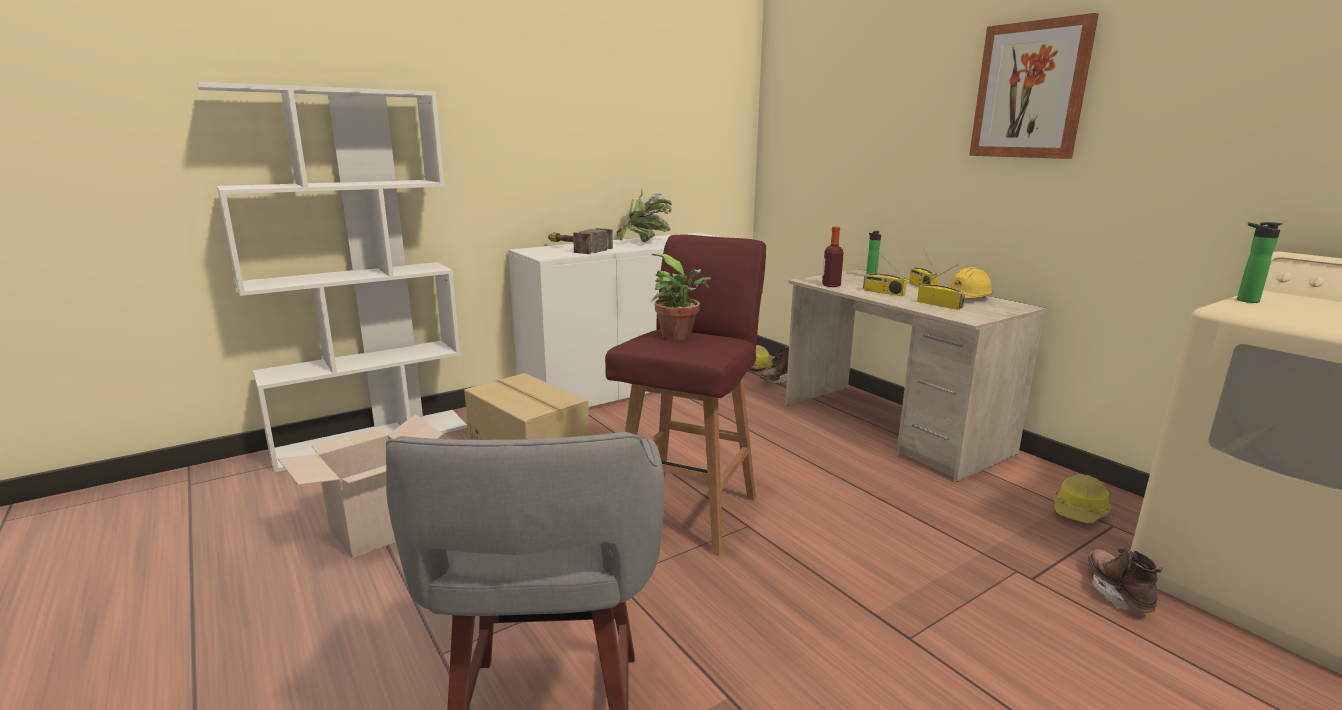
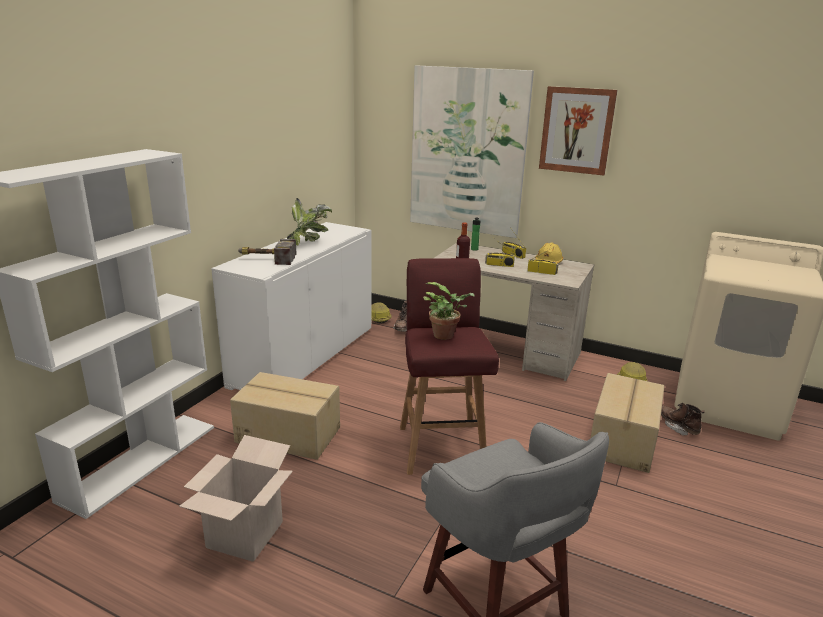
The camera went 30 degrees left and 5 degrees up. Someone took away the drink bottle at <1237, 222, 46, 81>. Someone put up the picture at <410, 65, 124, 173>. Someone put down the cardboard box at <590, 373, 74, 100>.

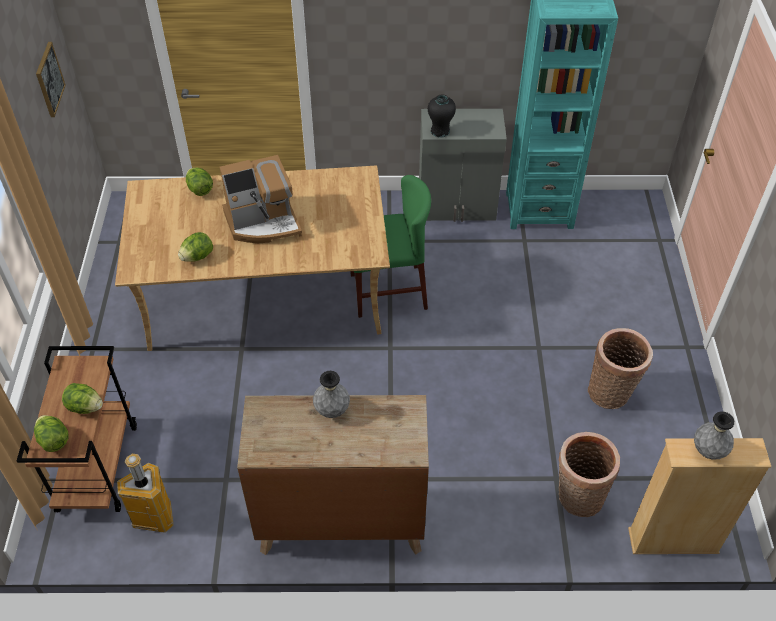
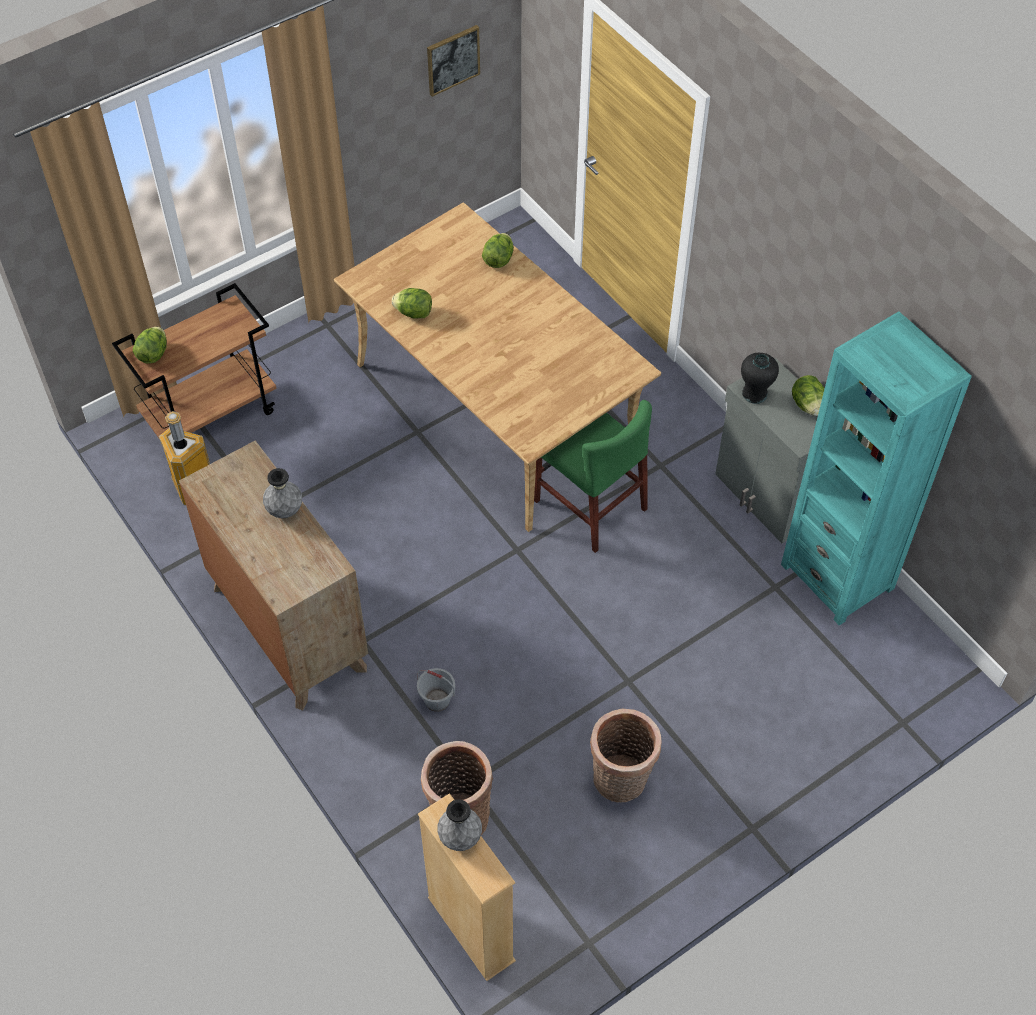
The camera went 55 degrees right and 5 degrees up. Someone carried the lettuce head from <62, 383, 41, 31> to <792, 375, 32, 41>. Someone took away the coffee machine at <220, 155, 82, 88>. Someone put down the greyish water bucket at <417, 668, 38, 44>.

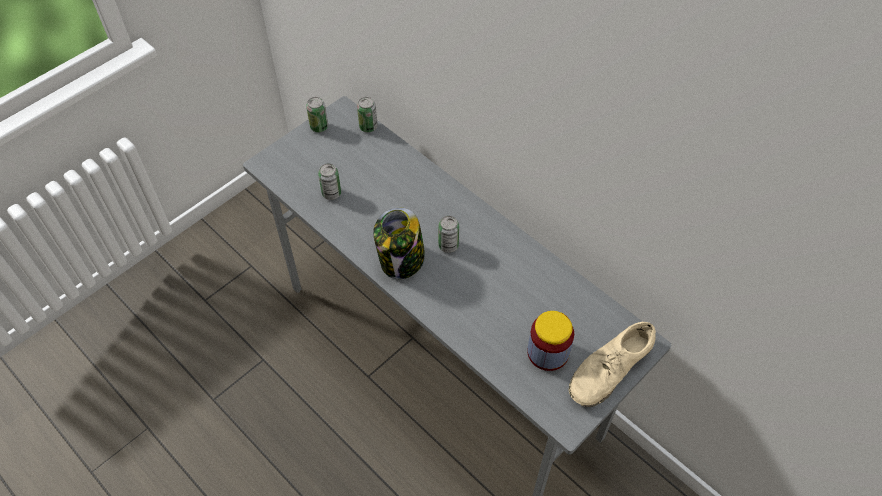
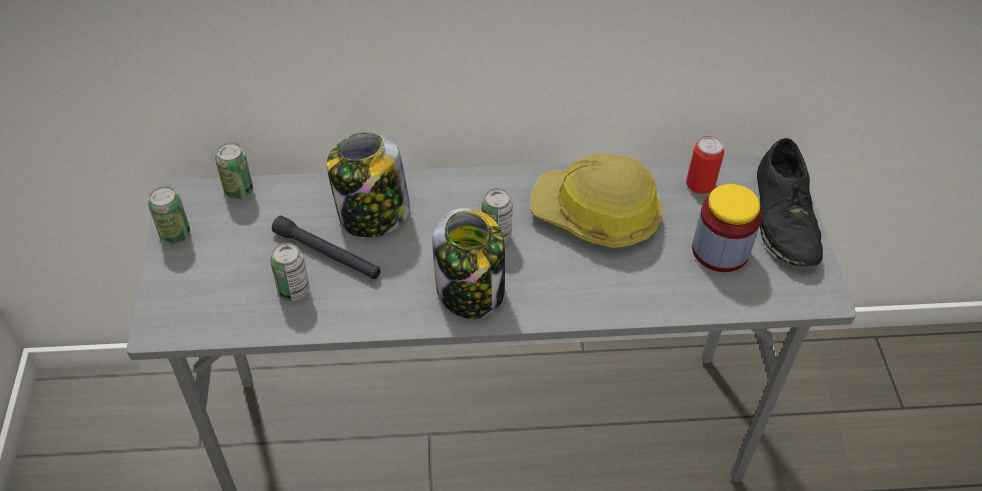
The camera went 50 degrees left and 5 degrees down. Someone repainted the beige shoe at <568, 322, 88, 85>, which became the blackish shoe at <757, 138, 66, 128>. Someone put down the blackish torch at <272, 216, 109, 63>. Someone put down the storage jar at <327, 132, 83, 106>. Someone put down the hard hat at <529, 153, 134, 95>. Someone put down the can at <686, 136, 38, 58>.

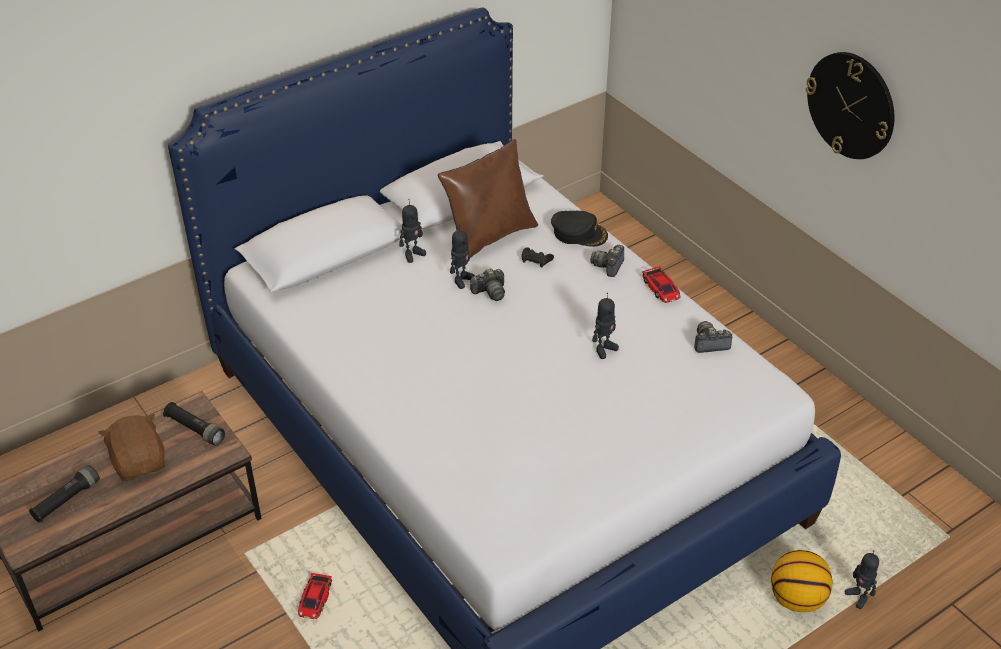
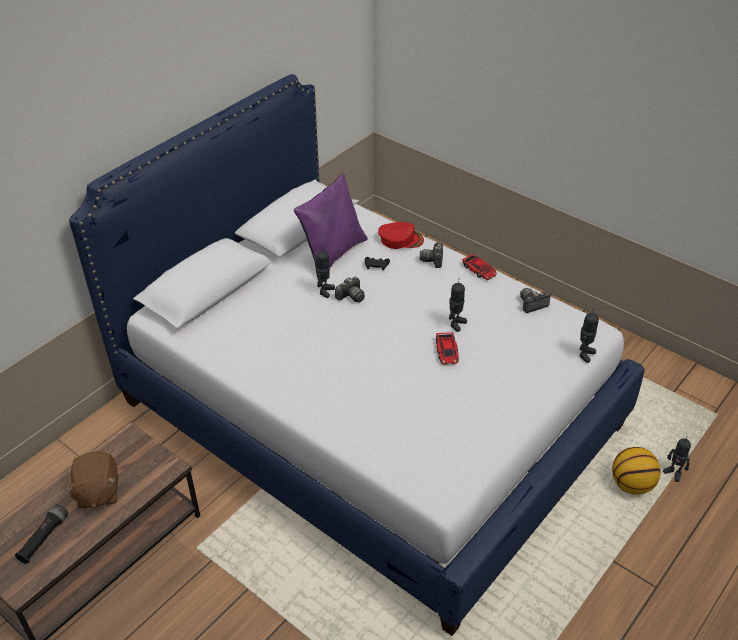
The camera went 15 degrees left and 0 degrees up. Someone rotated the brown soft toy at <98, 413, 67, 68> by 150 degrees counterclockwise. Someone took away the blackish torch at <163, 402, 62, 44>. Someone carried the model car from <298, 573, 34, 46> to <436, 332, 23, 33>. Someone carried the robot figure from <399, 199, 27, 64> to <580, 310, 19, 53>. Someone repainted the brown cushion at <438, 139, 100, 119>, which became the purplish cushion at <294, 173, 74, 94>. Someone repainted the blackish baseball cap at <551, 211, 57, 36>, which became the red baseball cap at <378, 222, 46, 27>. Someone took away the clock on the wall at <806, 52, 88, 107>.

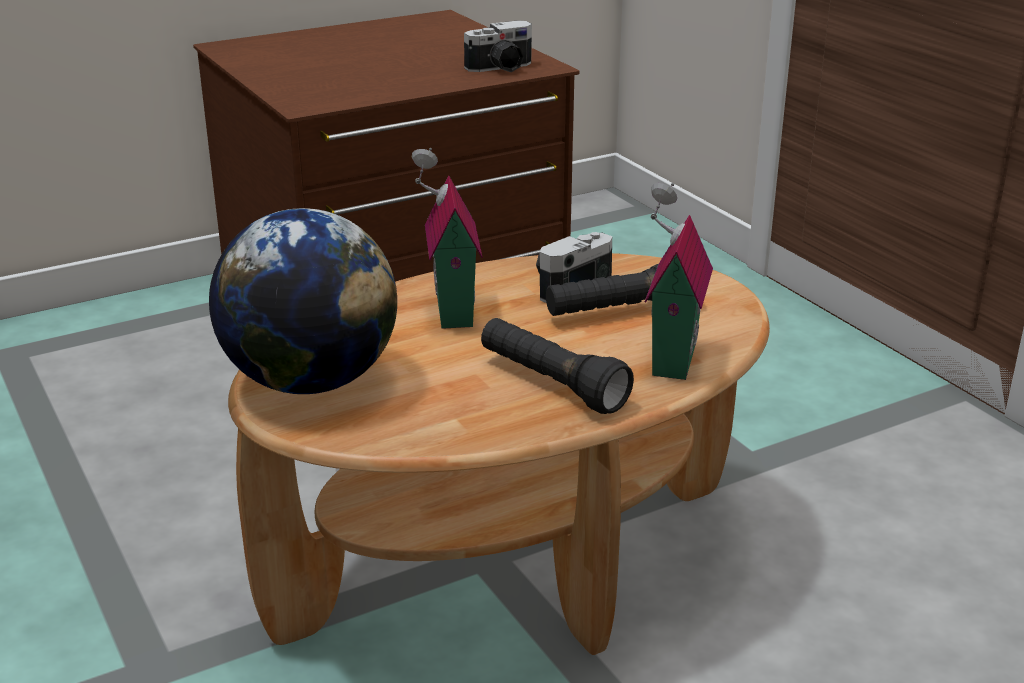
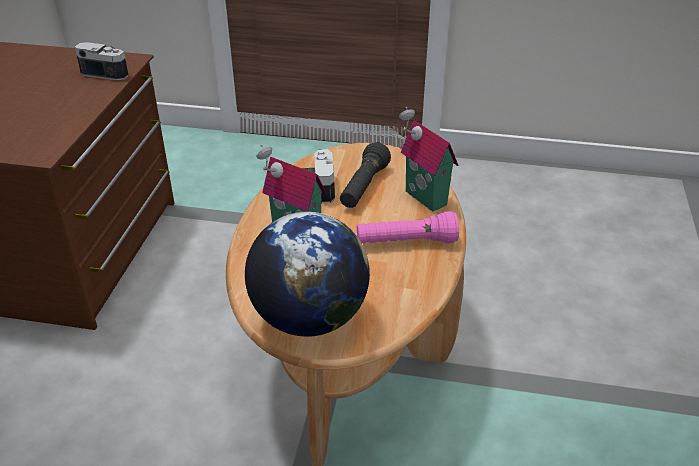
The camera went 50 degrees left and 10 degrees up. Someone rotated the still camera at <464, 20, 68, 52> by 90 degrees counterclockwise. Someone repainted the blackish torch at <481, 318, 153, 96>, which became the pinkish torch at <357, 211, 102, 33>.

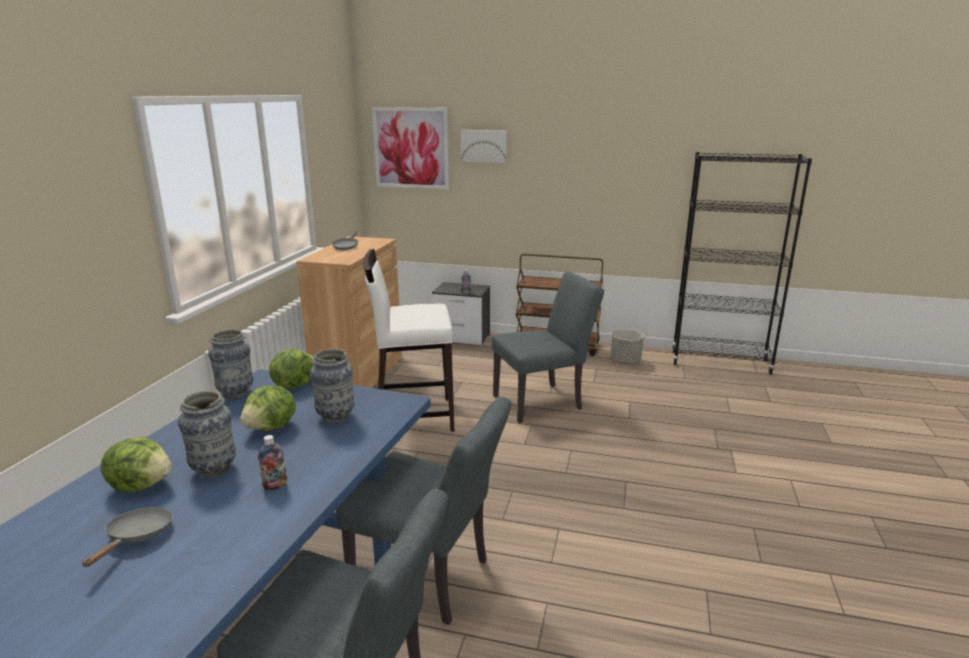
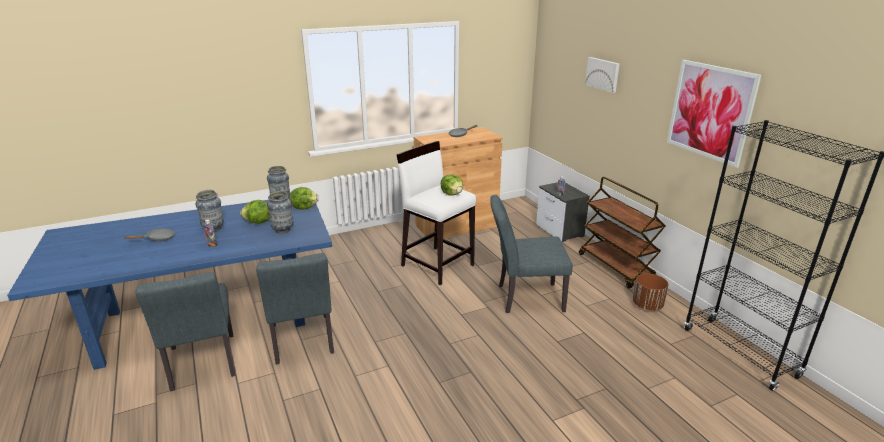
The camera went 50 degrees right and 5 degrees up. Someone carried the lettuce head from <100, 437, 72, 55> to <441, 174, 22, 22>. Someone carried the picture from <372, 107, 77, 82> to <667, 60, 95, 108>. Someone rotated the greyish upright chair at <492, 271, 112, 152> by 150 degrees clockwise. Someone repainted the greyish plant pot at <610, 329, 34, 35>, which became the brown plant pot at <633, 273, 36, 37>.

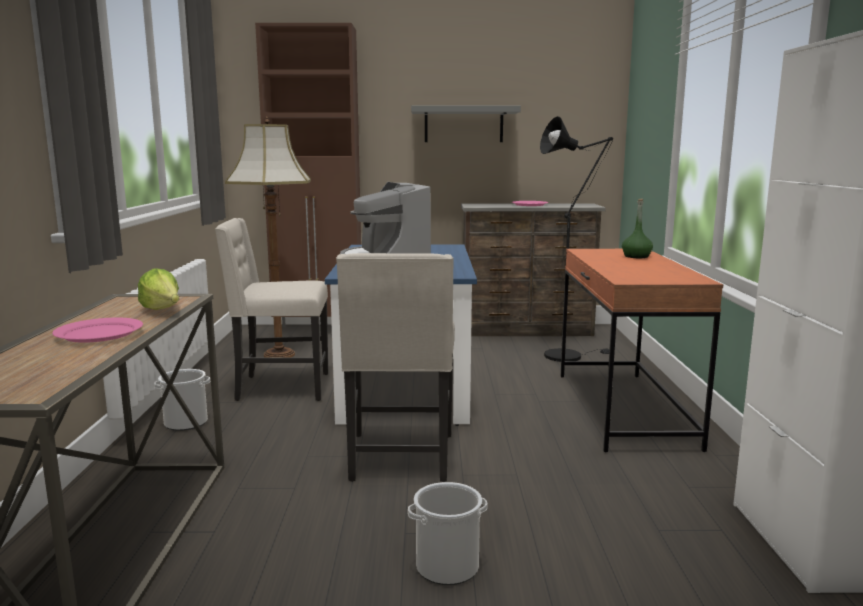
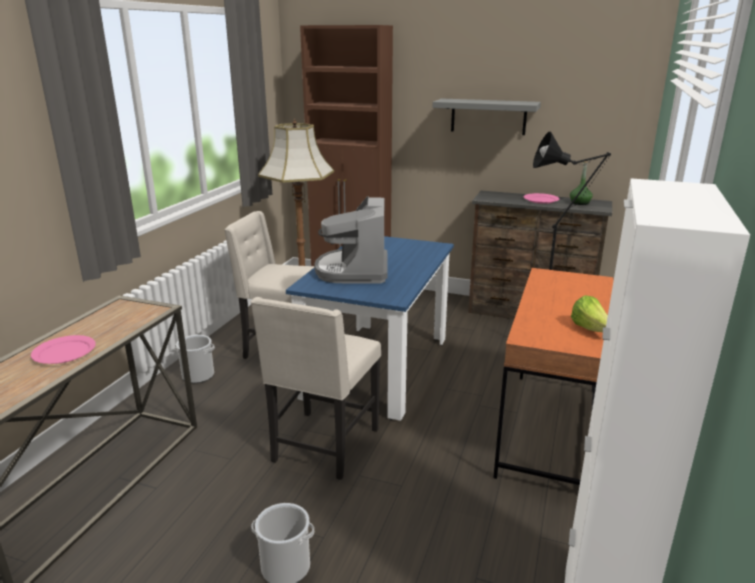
The camera went 20 degrees right and 10 degrees up. Someone carried the lettuce head from <138, 268, 41, 42> to <571, 295, 37, 37>. Someone carried the greenish drink bottle from <622, 199, 31, 59> to <570, 161, 23, 44>.

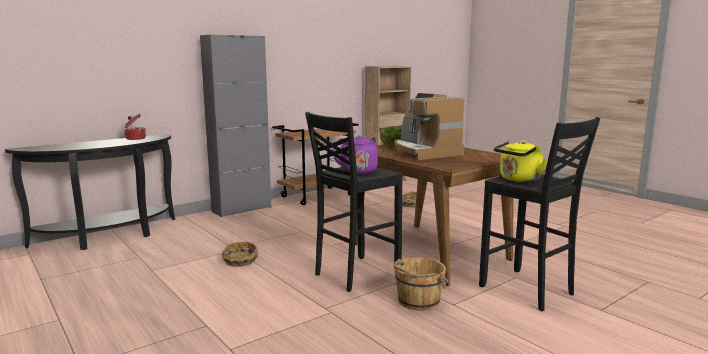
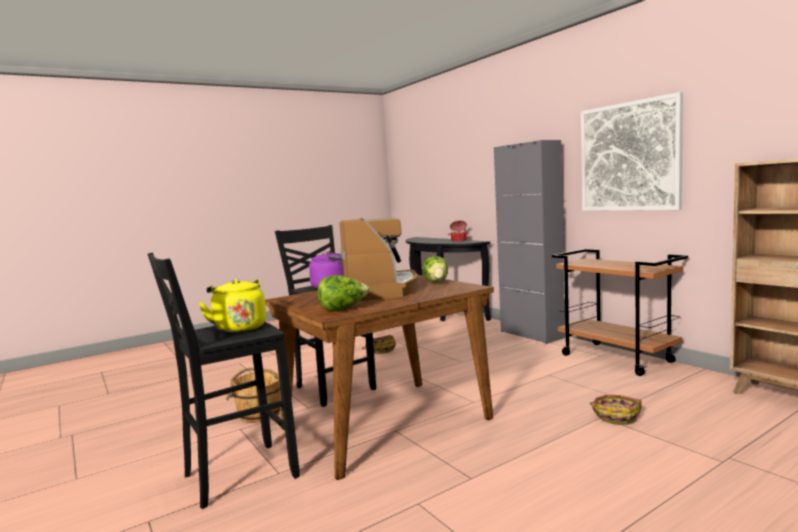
The camera went 95 degrees right and 5 degrees down. Someone rotated the coffee machine at <395, 93, 69, 67> by 105 degrees clockwise. Someone put down the lettuce head at <317, 275, 53, 36>. Someone put up the picture at <581, 92, 102, 119>.

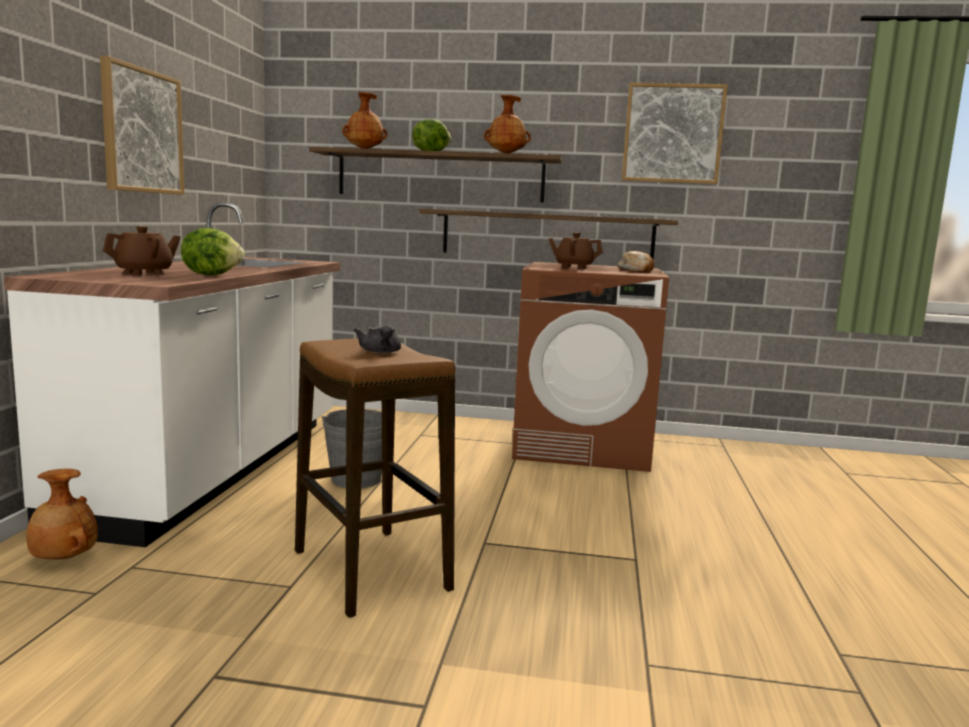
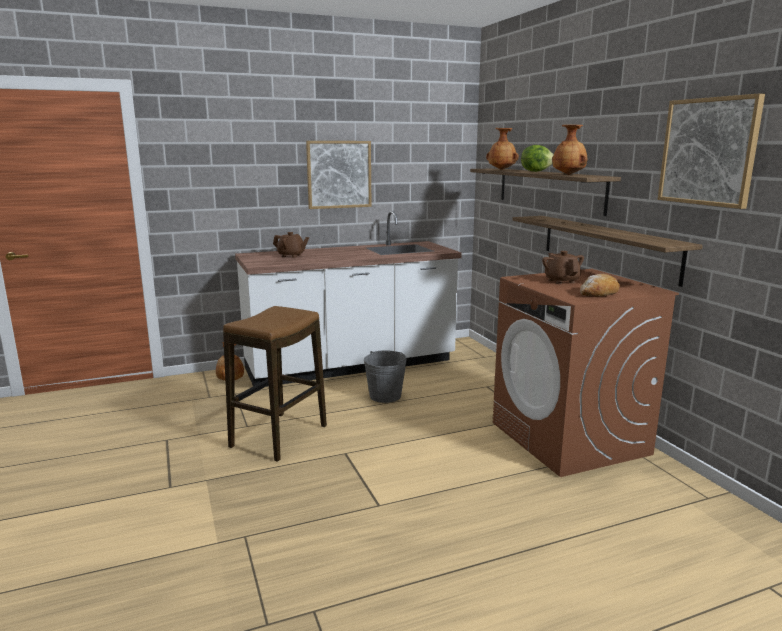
The camera went 60 degrees right and 5 degrees up. Someone took away the lettuce head at <181, 228, 63, 47>. Someone took away the greyish pot for tea at <354, 325, 47, 28>.

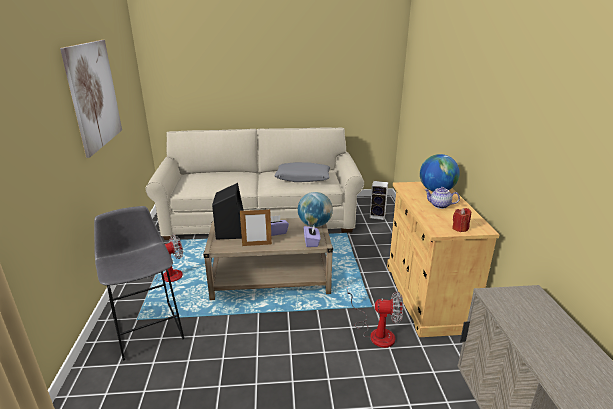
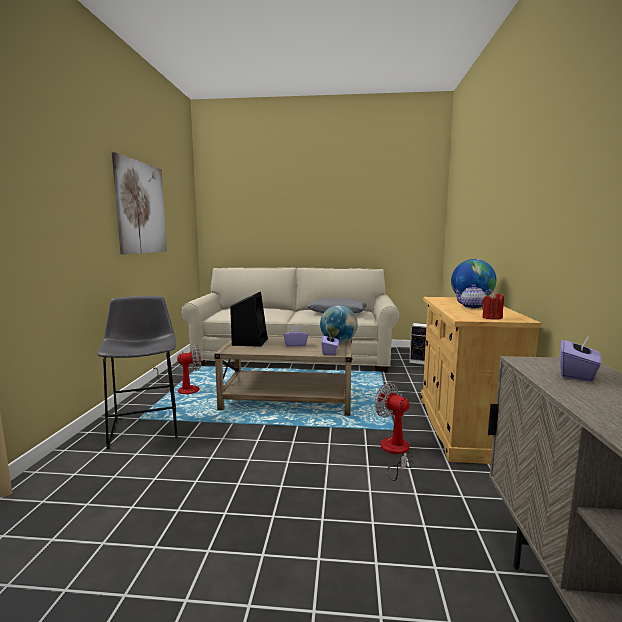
The camera went 10 degrees right and 15 degrees down. Someone took away the picture frame at <240, 209, 32, 37>. Someone rotated the cooling fan at <347, 291, 56, 57> by 150 degrees counterclockwise. Someone put down the purplish tissue holder at <560, 335, 42, 47>.

